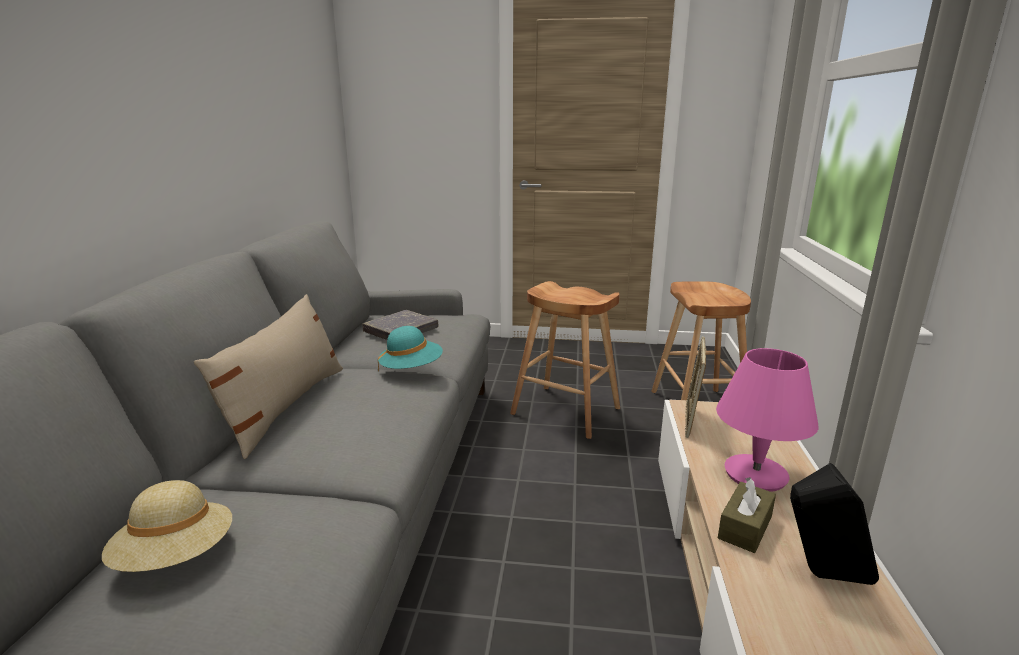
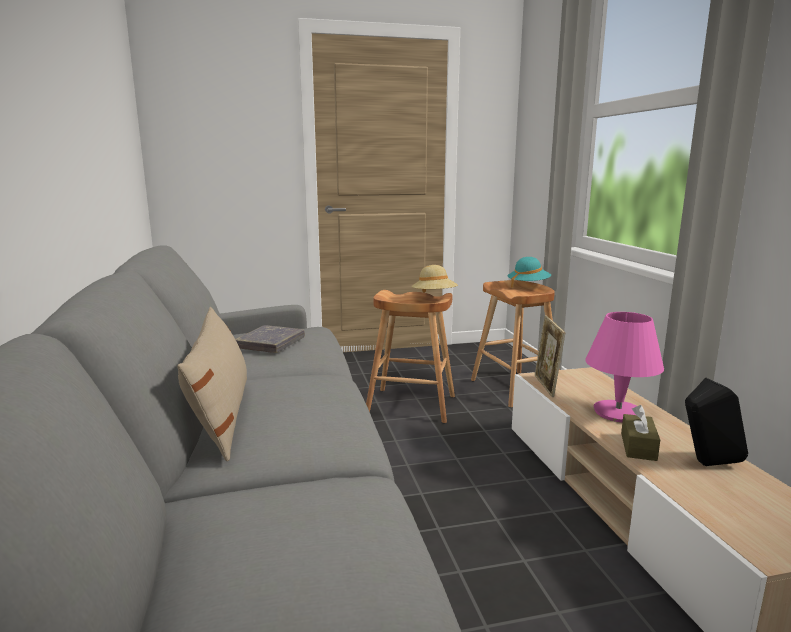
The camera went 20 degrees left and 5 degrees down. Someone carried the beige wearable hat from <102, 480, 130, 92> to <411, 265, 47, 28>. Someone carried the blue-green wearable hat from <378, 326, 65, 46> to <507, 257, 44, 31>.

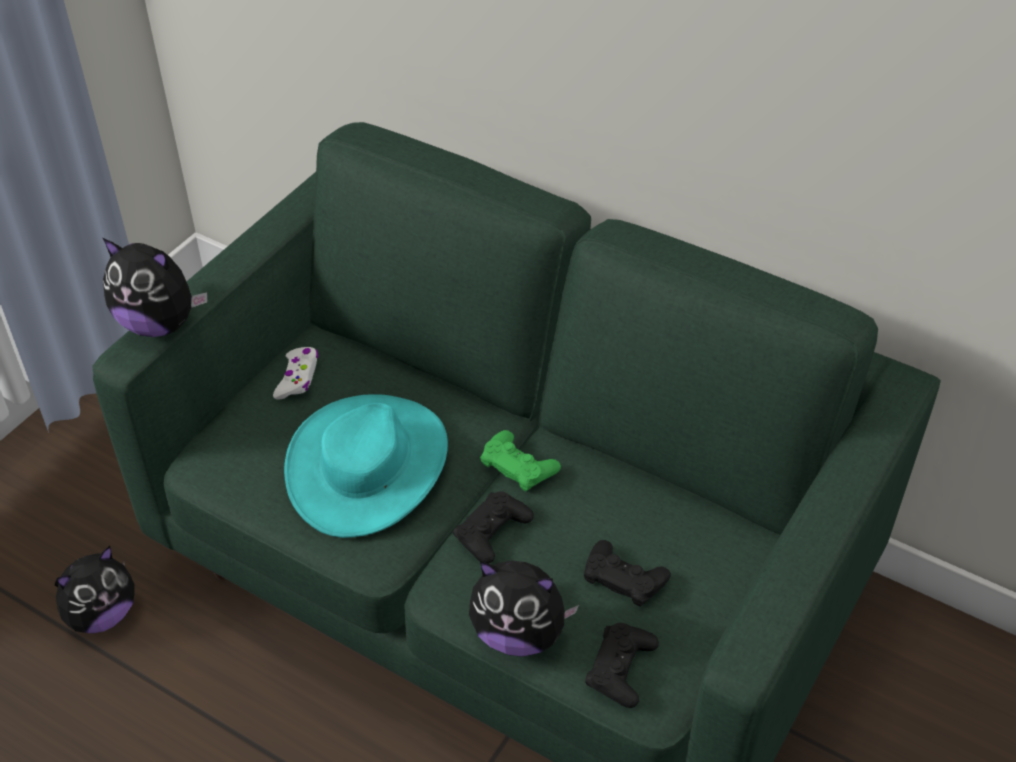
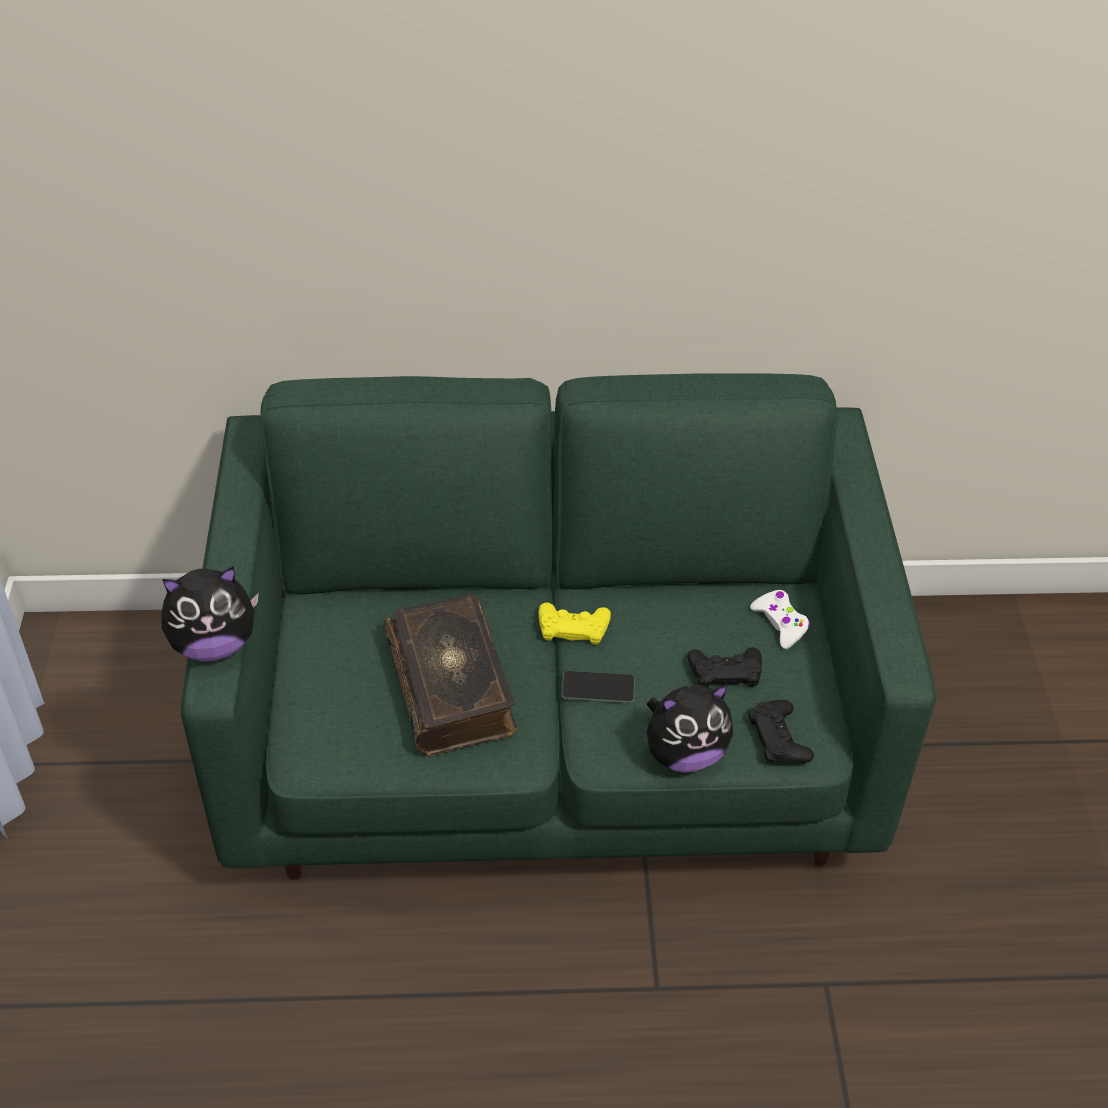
The camera went 35 degrees left and 0 degrees up. Someone took away the soft toy at <55, 546, 80, 87>. Someone carried the whitish gamepad from <273, 347, 45, 53> to <750, 590, 60, 59>. Someone swapped the blue-green wearable hat at <284, 394, 164, 144> for the bound book at <384, 594, 133, 162>. Someone swapped the blackish gamepad at <453, 491, 81, 73> for the telephone at <561, 671, 74, 32>. Someone repainted the greenish gamepad at <480, 430, 81, 61>, which became the yellowish gamepad at <539, 603, 72, 42>.

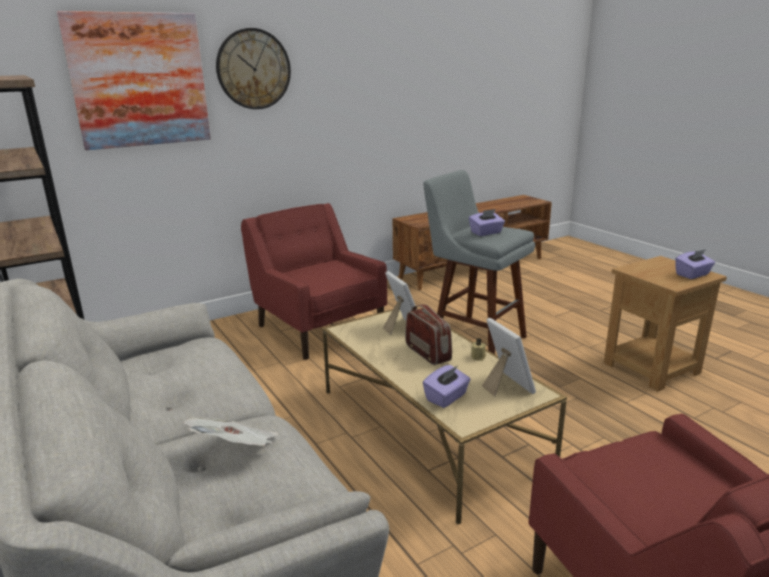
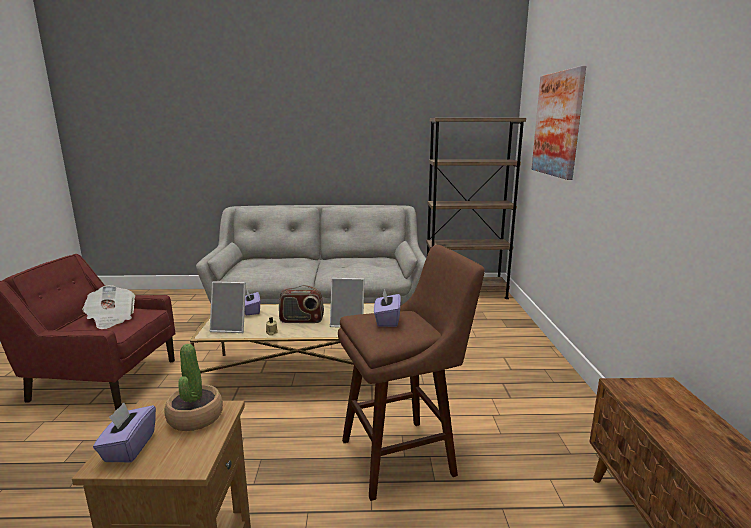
The camera went 120 degrees right and 5 degrees down. Someone carried the daily paper from <184, 417, 95, 29> to <82, 285, 53, 44>. Someone took away the clock on the wall at <216, 28, 75, 81>. Someone took away the red armchair at <241, 203, 146, 157>. Someone repainted the greyish stool seat at <423, 170, 112, 184>, which became the brown stool seat at <338, 245, 147, 256>. Someone put down the potted plant at <164, 344, 59, 87>.

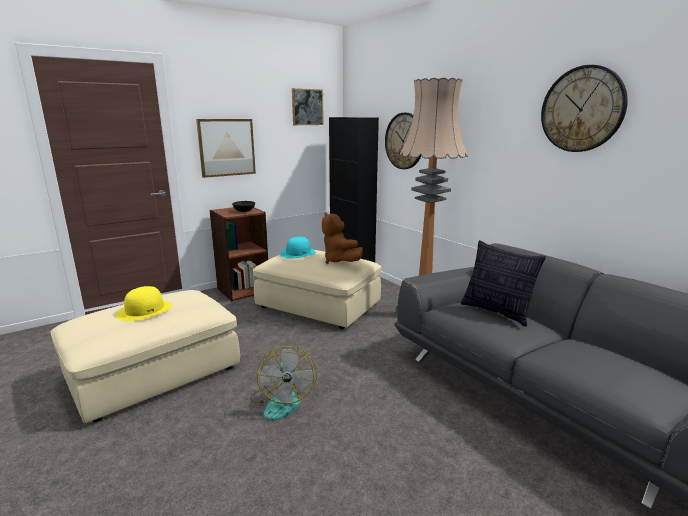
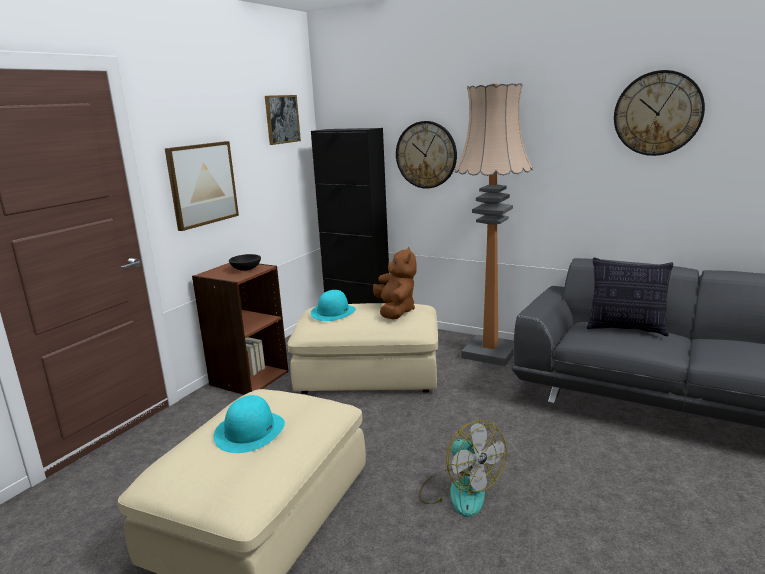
The camera went 25 degrees left and 0 degrees up. Someone repainted the yellowish wearable hat at <116, 286, 56, 35>, which became the blue-green wearable hat at <214, 395, 71, 58>. Someone rotated the brown soft toy at <322, 213, 41, 51> by 135 degrees counterclockwise.

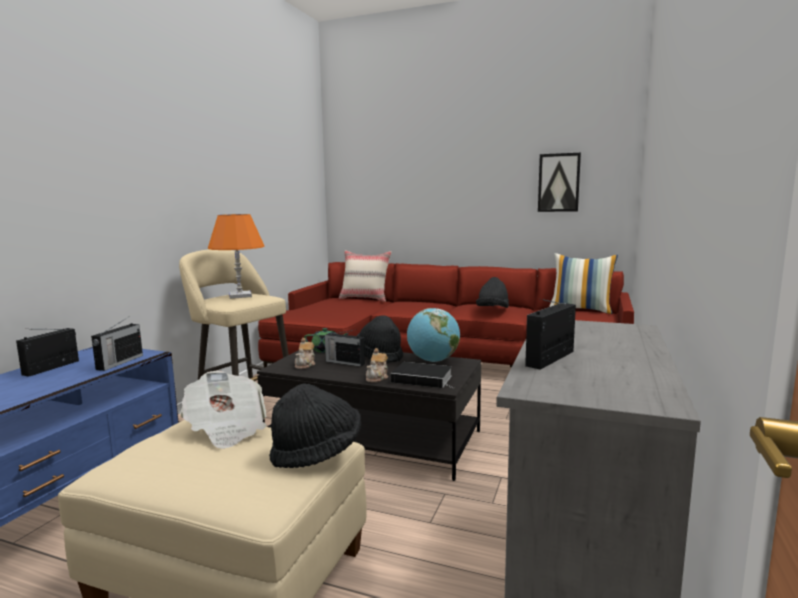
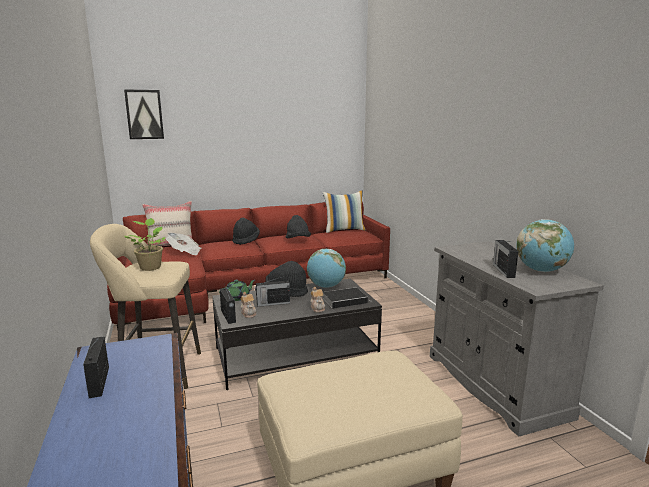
The camera went 40 degrees left and 5 degrees up. Someone carried the radio set from <91, 316, 52, 55> to <220, 287, 16, 37>. Someone carried the daily paper from <180, 371, 87, 78> to <166, 232, 35, 23>. Someone swapped the orange-coloured table lamp at <208, 214, 56, 85> for the potted plant at <125, 218, 41, 53>. Someone carried the blackish wearable hat from <269, 383, 92, 85> to <232, 218, 28, 27>. Someone carried the picture from <538, 153, 43, 59> to <124, 89, 40, 50>. Someone put down the globe at <516, 219, 58, 53>.

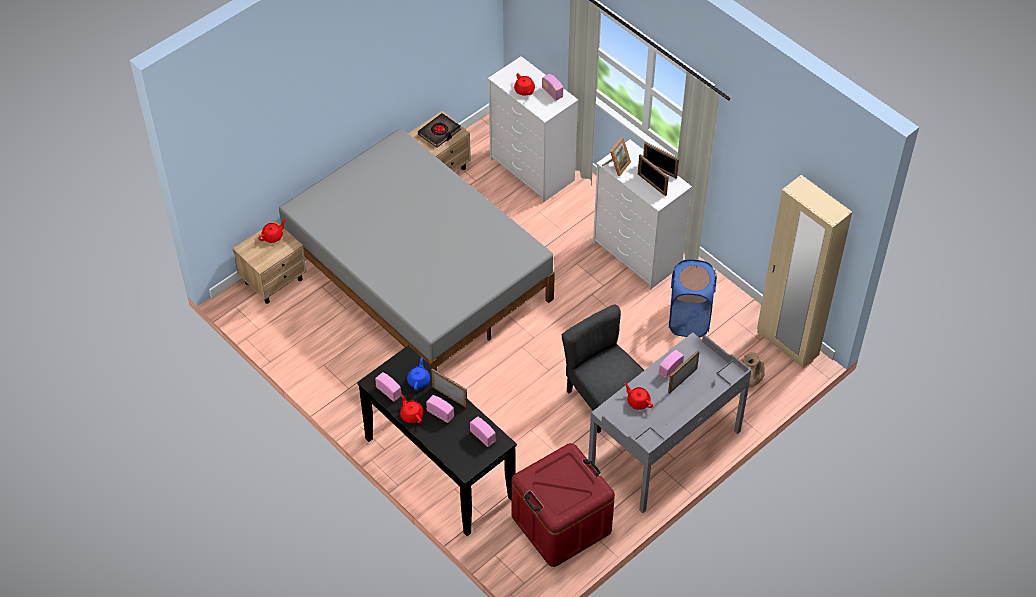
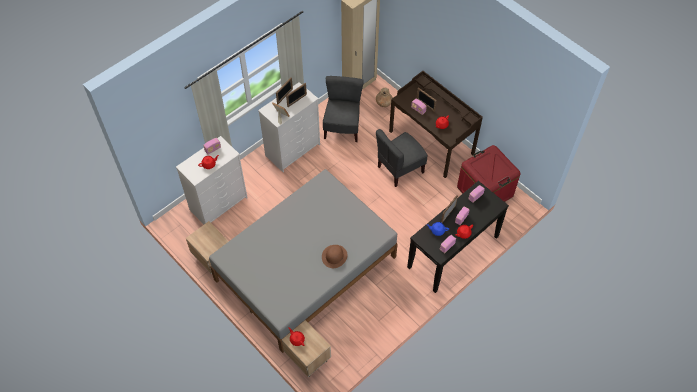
The camera went 90 degrees left and 5 degrees up. Someone took away the blackish bound book at <418, 113, 43, 35>. Someone repainted the greyish desk table at <588, 332, 164, 181>, which became the brown desk table at <389, 71, 94, 107>. Someone swapped the bluish laundry basket at <668, 260, 49, 77> for the greyish upright chair at <323, 76, 41, 66>. Someone put down the brown wearable hat at <322, 245, 26, 23>.

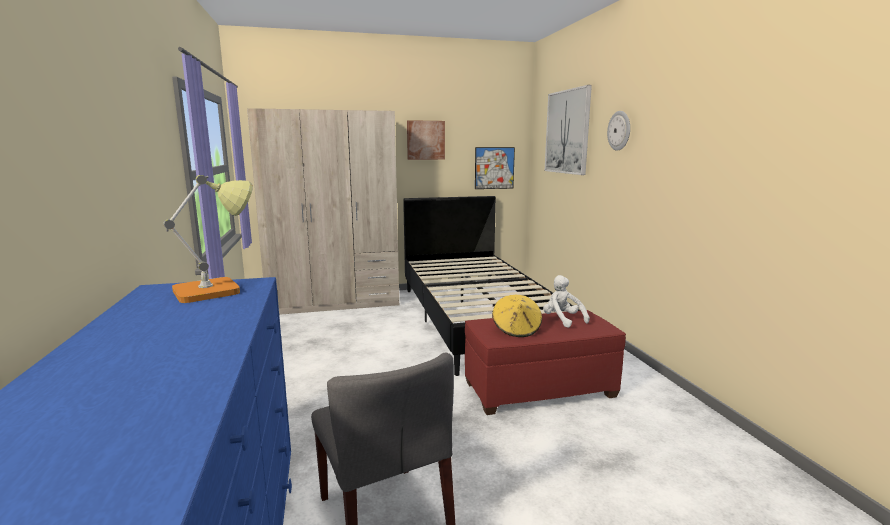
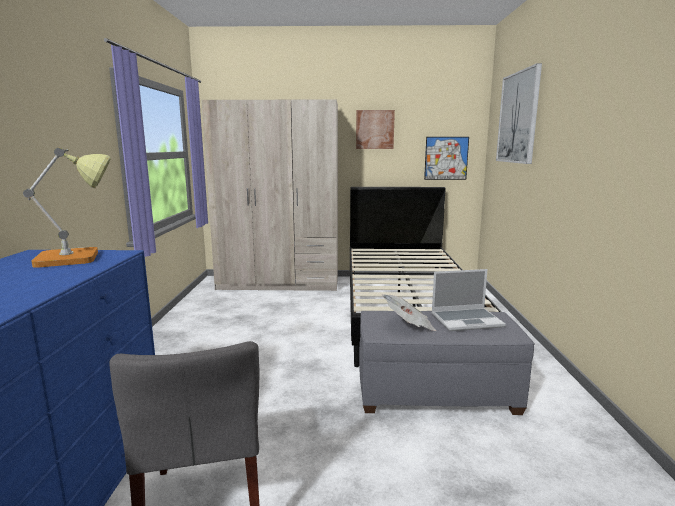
The camera went 15 degrees right and 0 degrees up. Someone repainted the red footrest at <465, 310, 161, 105>, which became the greyish footrest at <359, 311, 176, 104>. Someone swapped the yellowish wearable hat at <492, 295, 50, 42> for the daily paper at <382, 294, 54, 37>. Someone swapped the whitish soft toy at <543, 275, 47, 53> for the notebook computer at <431, 269, 75, 62>. Someone took away the clock on the wall at <607, 111, 23, 40>.

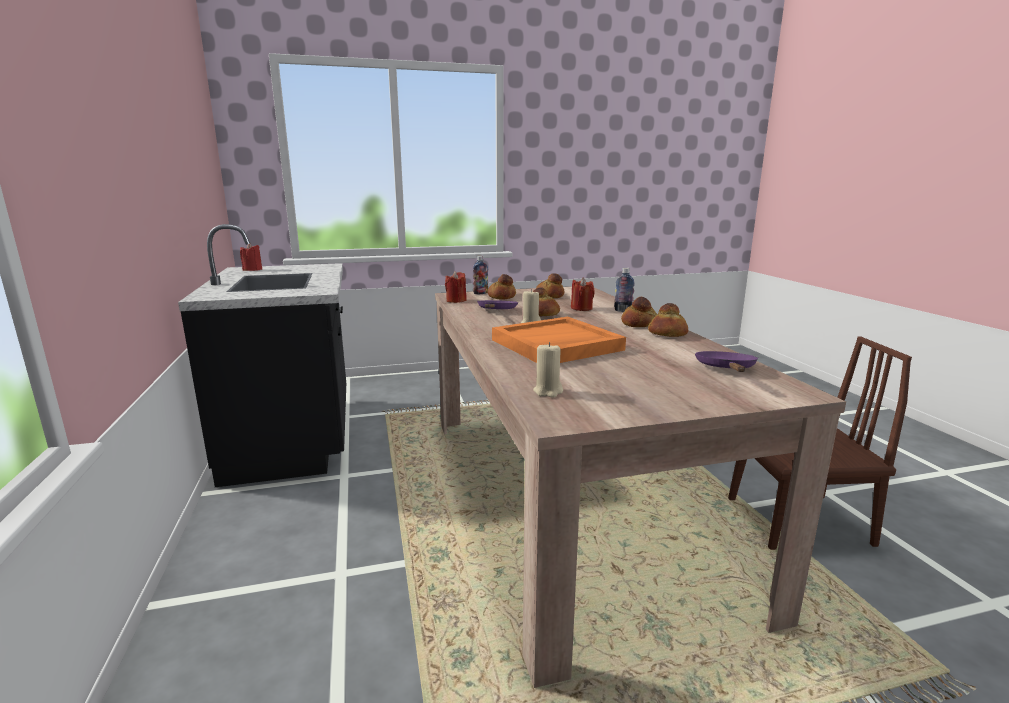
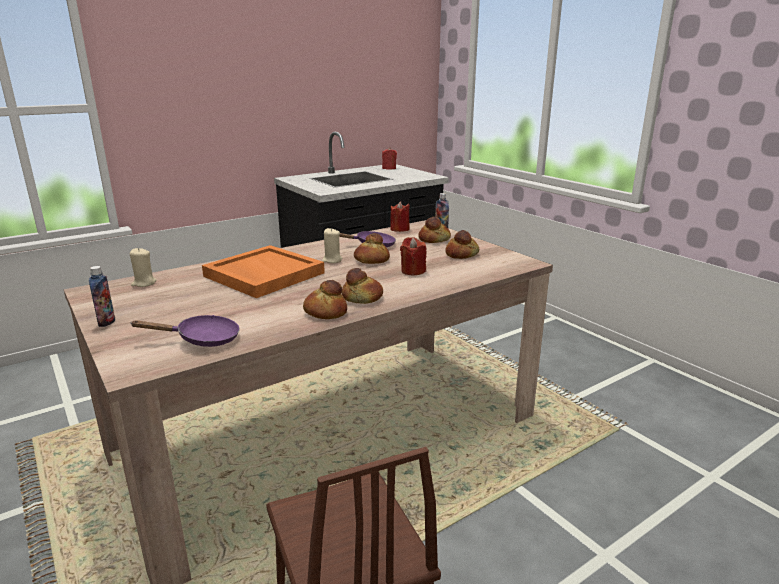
The camera went 70 degrees right and 5 degrees up. Someone carried the drink bottle from <614, 268, 21, 44> to <89, 266, 26, 61>.

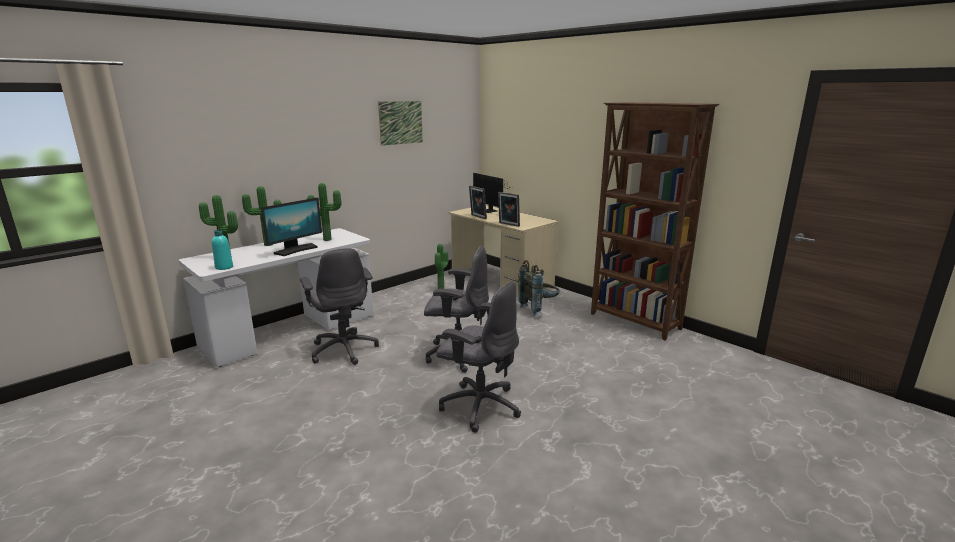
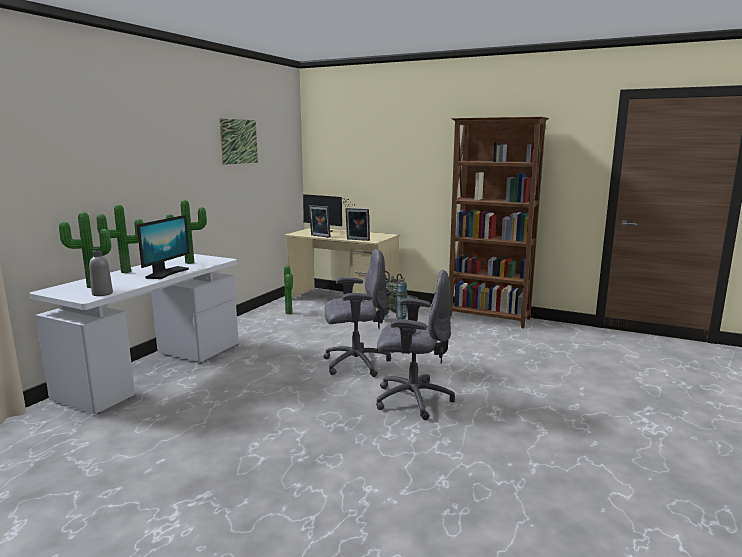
The camera went 20 degrees left and 5 degrees down. Someone repainted the blue-green drink bottle at <212, 230, 21, 40>, which became the greyish drink bottle at <89, 250, 24, 46>. Someone took away the greyish office chair at <300, 248, 79, 117>.

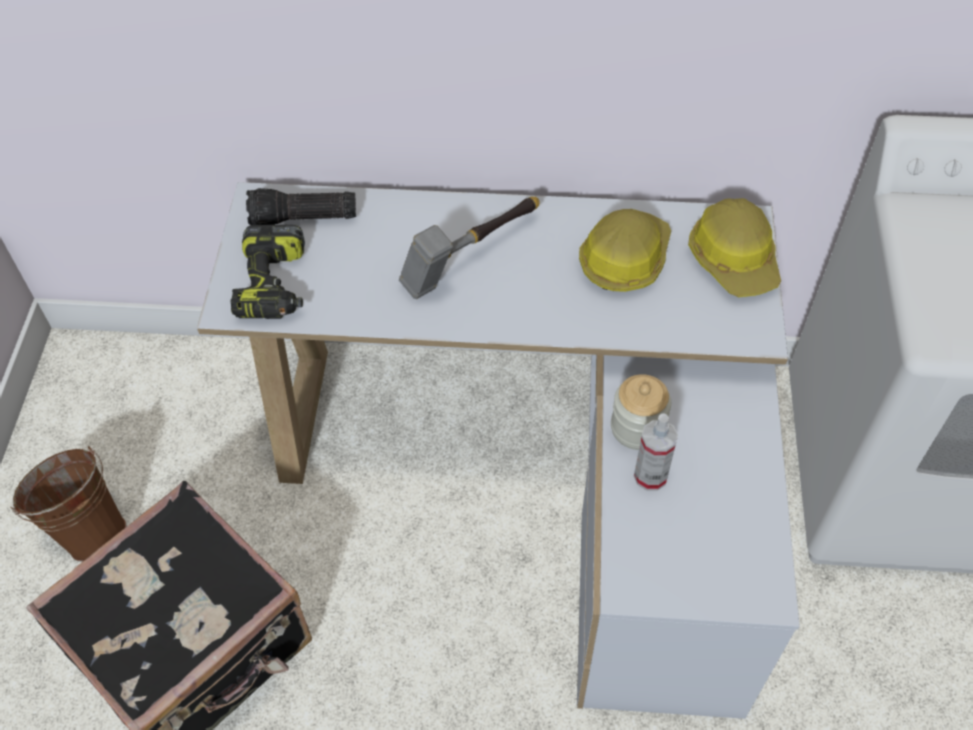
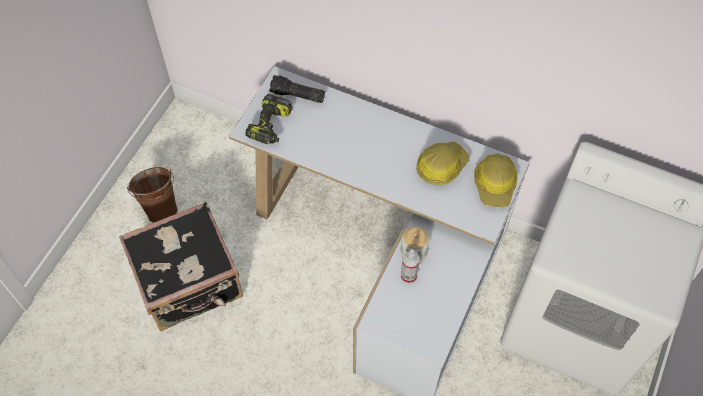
The camera went 20 degrees right and 5 degrees up. Someone took away the hand hammer at <399, 197, 141, 102>.

